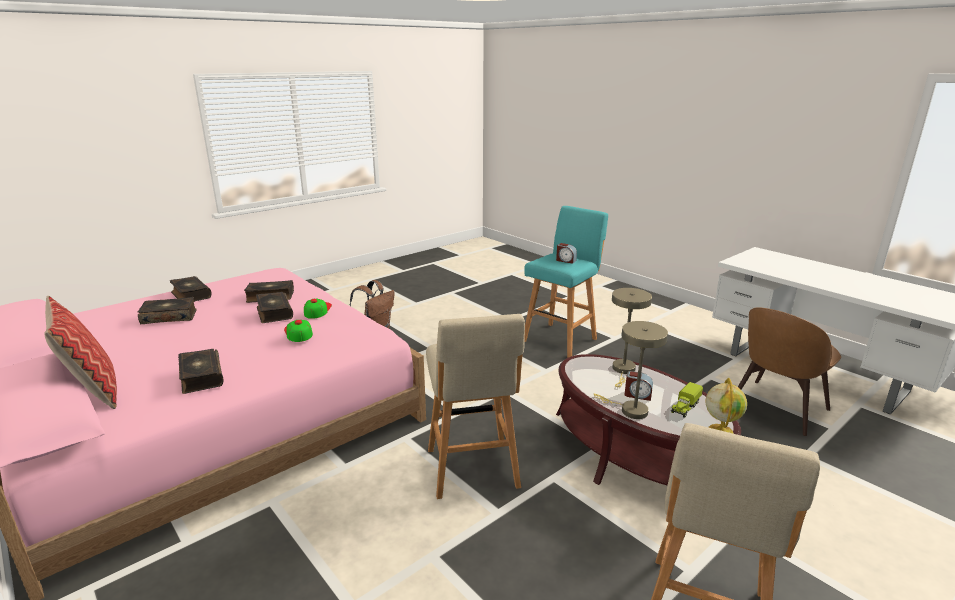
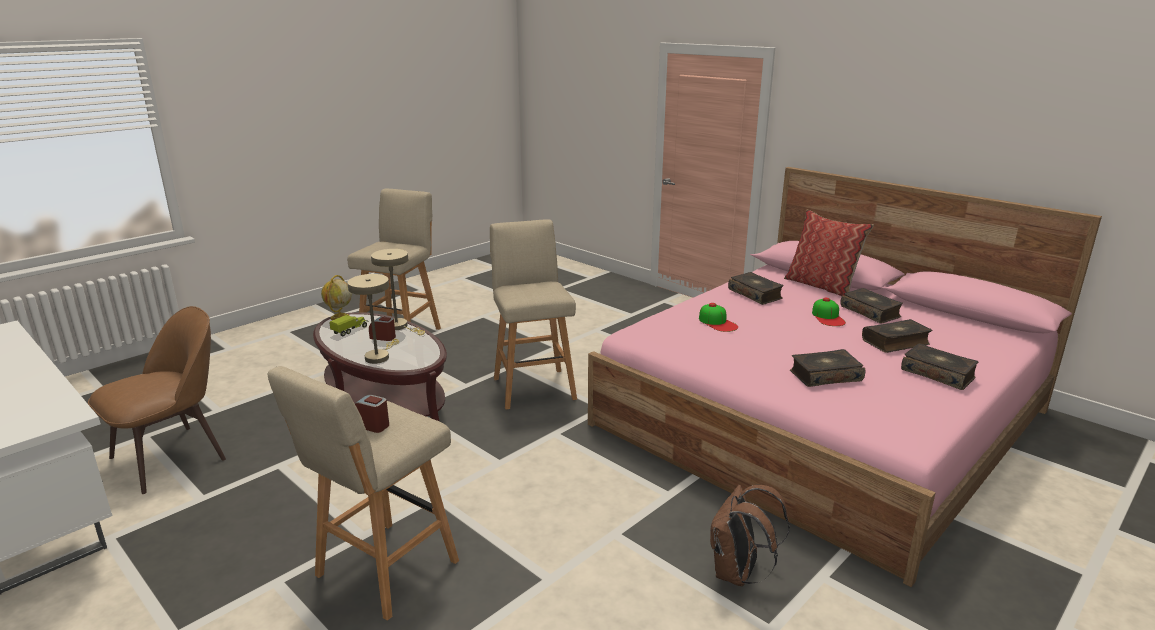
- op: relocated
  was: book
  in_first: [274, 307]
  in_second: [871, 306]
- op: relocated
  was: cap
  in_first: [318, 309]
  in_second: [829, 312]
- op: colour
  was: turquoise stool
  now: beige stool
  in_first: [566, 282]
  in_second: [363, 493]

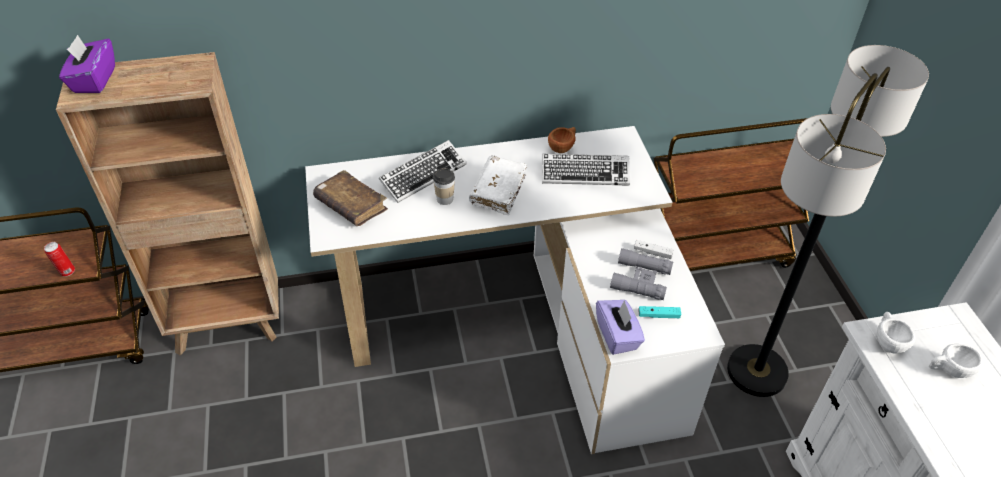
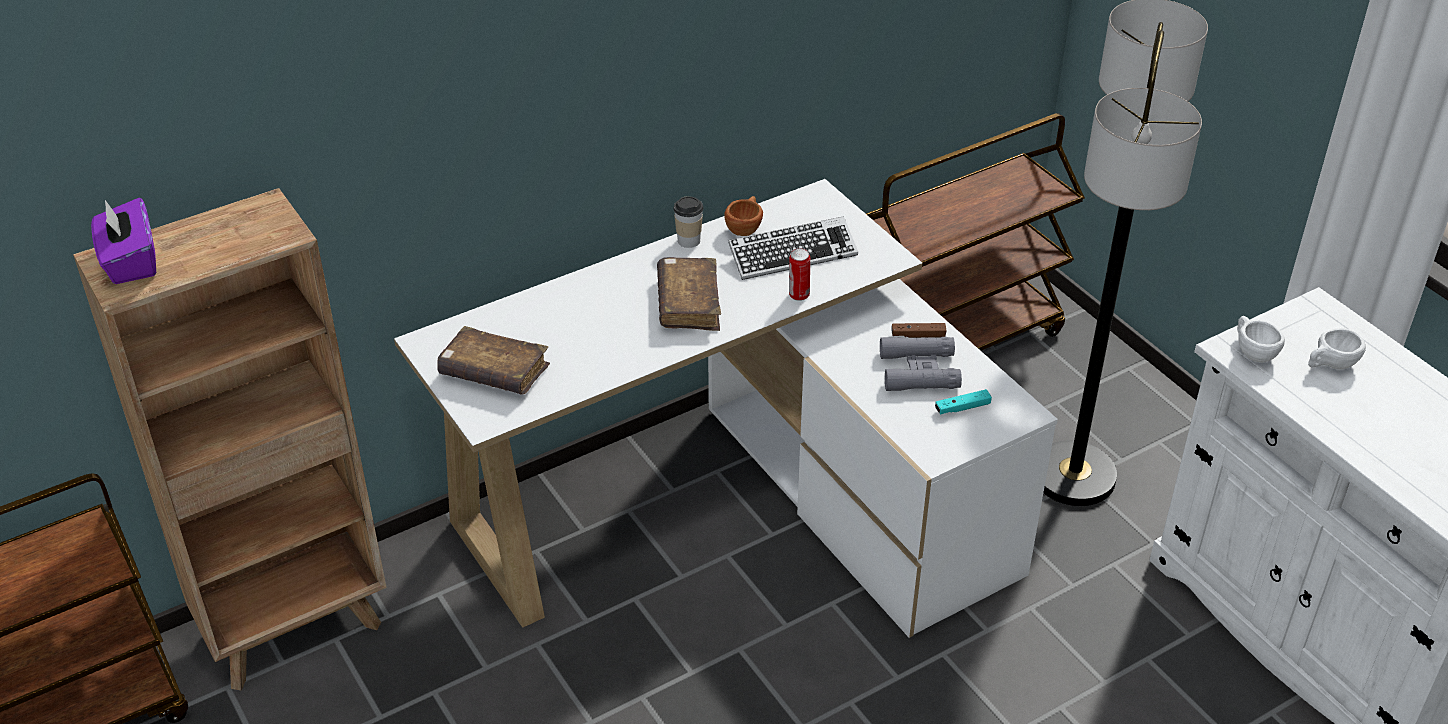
- op: relocated
  was: can
  in_first: [59, 259]
  in_second: [799, 274]
- op: missing
  was: keyboard
  in_first: [423, 171]
- op: relocated
  was: cup
  in_first: [444, 186]
  in_second: [688, 222]
- op: colour
  was: white book
  now: brown book
  in_first: [498, 185]
  in_second: [689, 294]
- op: missing
  was: purple tissue box
  in_first: [620, 327]
- op: colour
  was: white game controller
  now: brown game controller
  in_first: [654, 249]
  in_second: [919, 330]

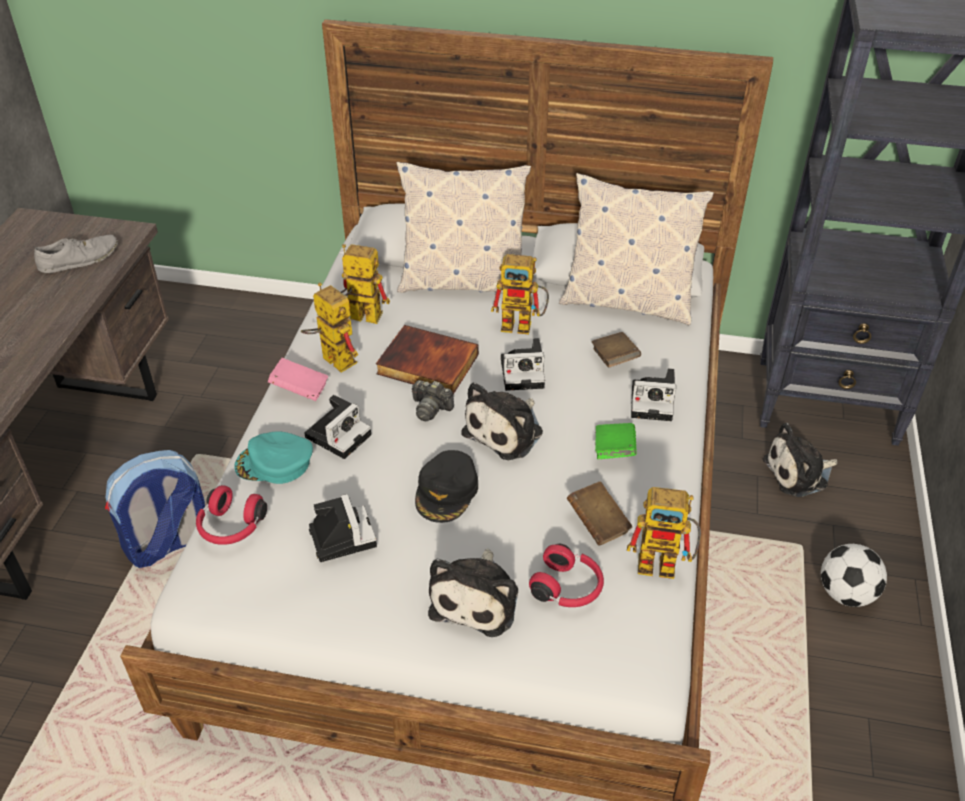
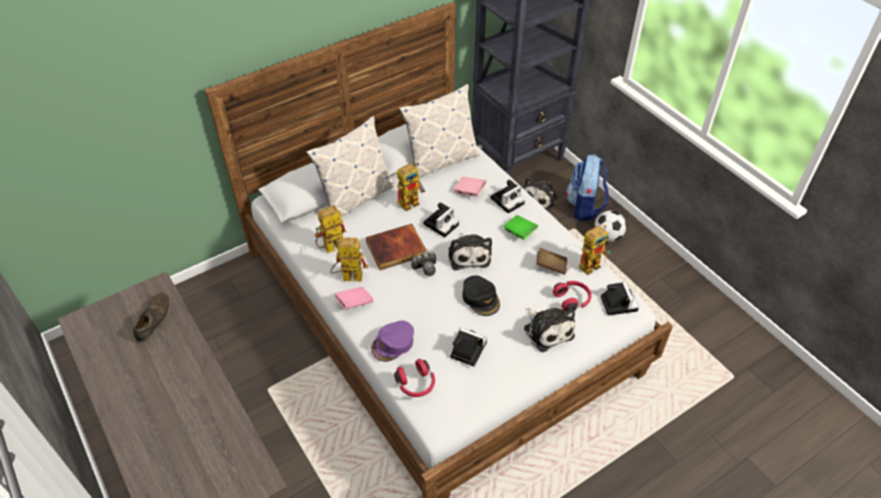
- op: colour
  was: grey shoe
  now: brown shoe
  in_first: [76, 254]
  in_second: [151, 317]
- op: relocated
  was: backpack
  in_first: [155, 509]
  in_second: [587, 187]
- op: colour
  was: turquoise cap
  now: purple cap
  in_first: [273, 457]
  in_second: [392, 341]
- op: relocated
  was: photo camera
  in_first: [337, 427]
  in_second: [620, 298]
- op: colour
  was: brown book
  now: pink book
  in_first: [616, 350]
  in_second: [470, 187]

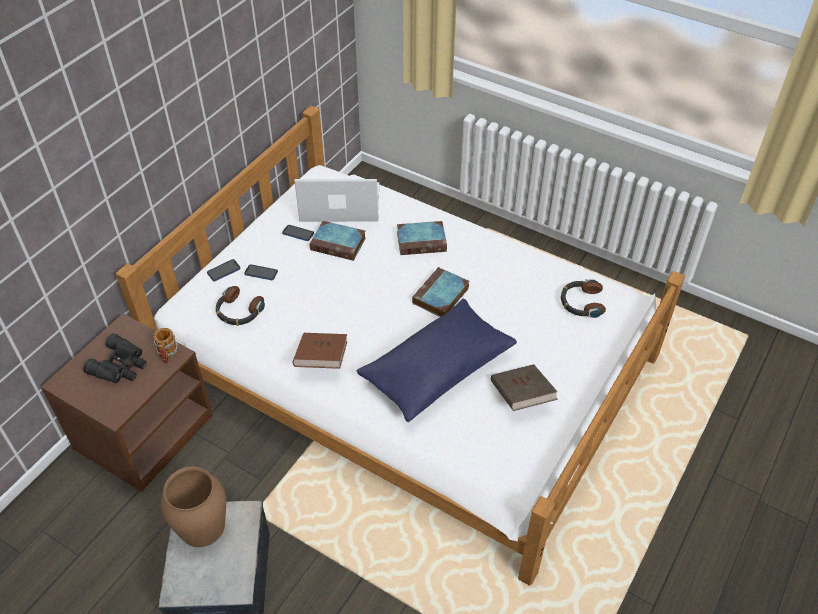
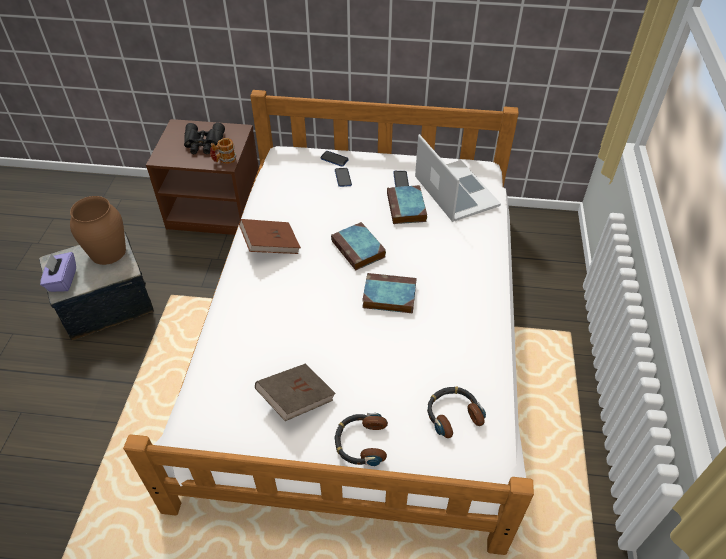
- op: relocated
  was: headphones
  in_first: [240, 306]
  in_second: [361, 439]
- op: missing
  was: blue pillow
  in_first: [437, 360]
- op: relocated
  was: book
  in_first: [422, 238]
  in_second: [358, 246]
- op: appeared
  now: purple tissue box
  in_second: [58, 272]

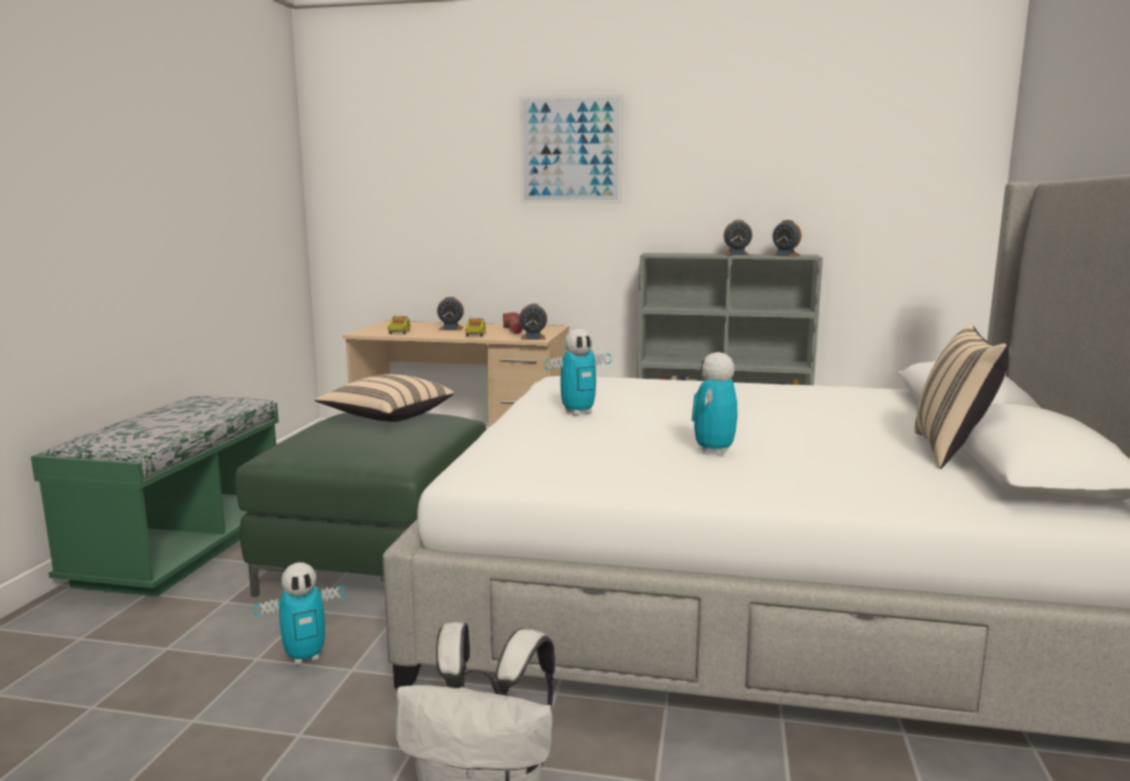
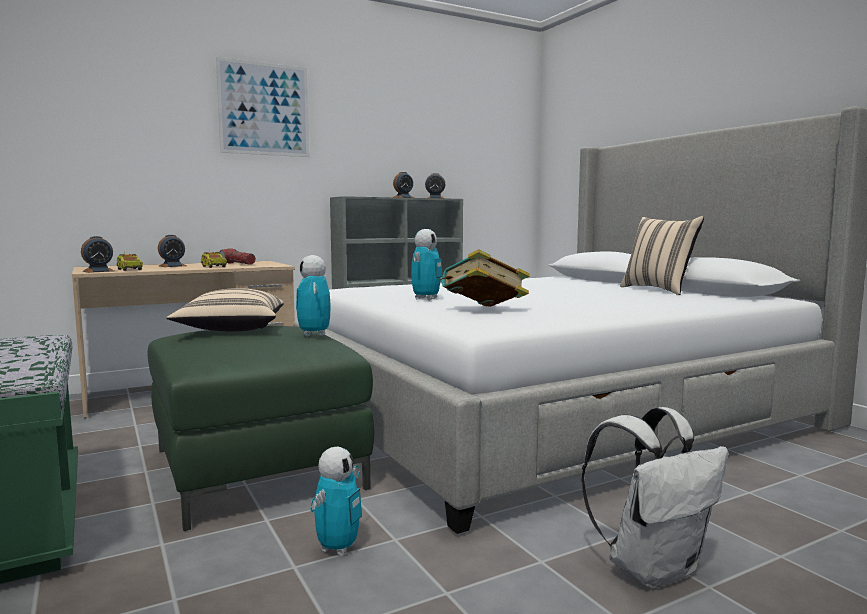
- op: relocated
  was: alarm clock
  in_first: [533, 321]
  in_second: [97, 254]
- op: relocated
  was: toy robot
  in_first: [714, 404]
  in_second: [313, 296]
- op: appeared
  now: book
  in_second: [485, 278]

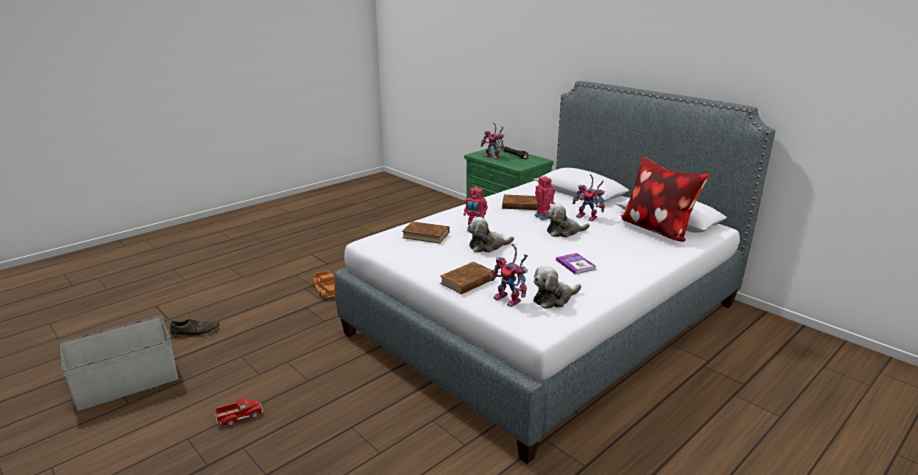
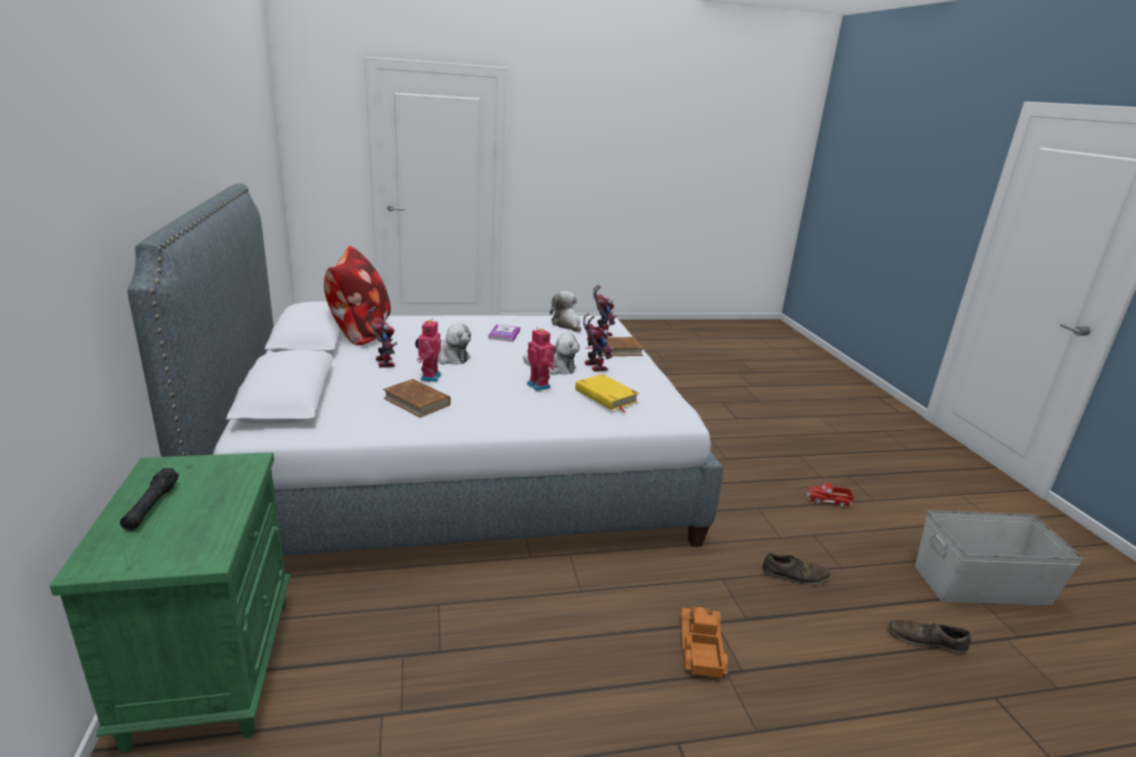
- op: colour
  was: brown book
  now: yellow book
  in_first: [426, 232]
  in_second: [607, 393]
- op: relocated
  was: toy robot
  in_first: [493, 140]
  in_second: [598, 342]
- op: spun
  was: plush toy
  in_first: [557, 287]
  in_second: [565, 311]
  clockwise: -120
- op: appeared
  now: brown shoe
  in_second: [796, 569]

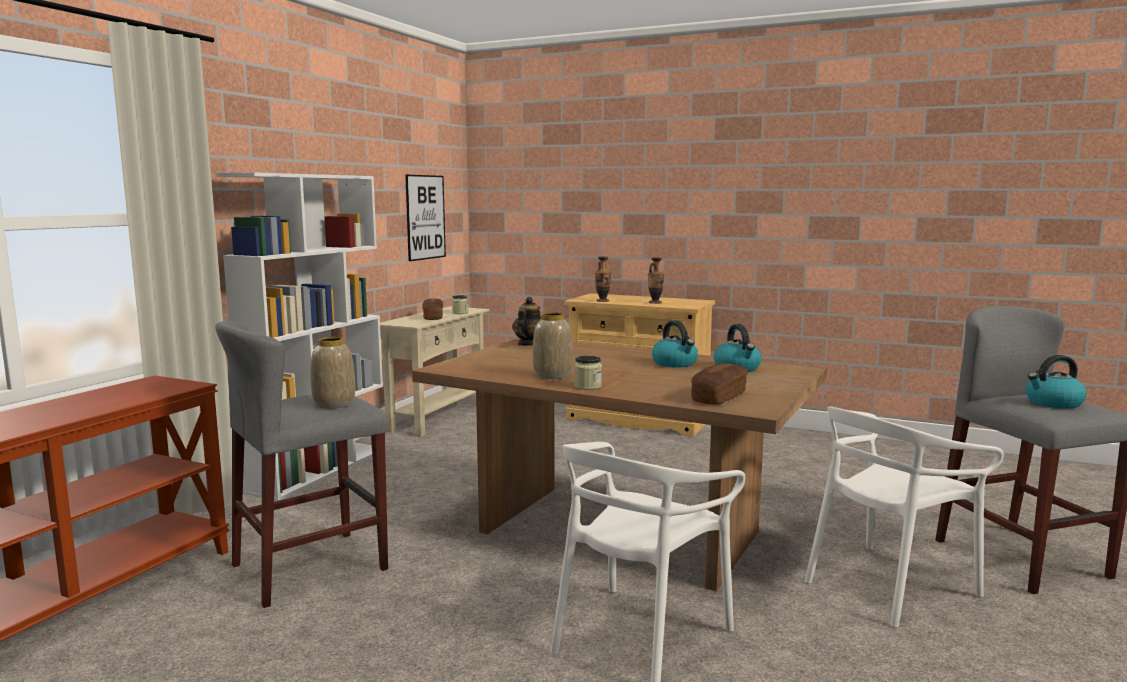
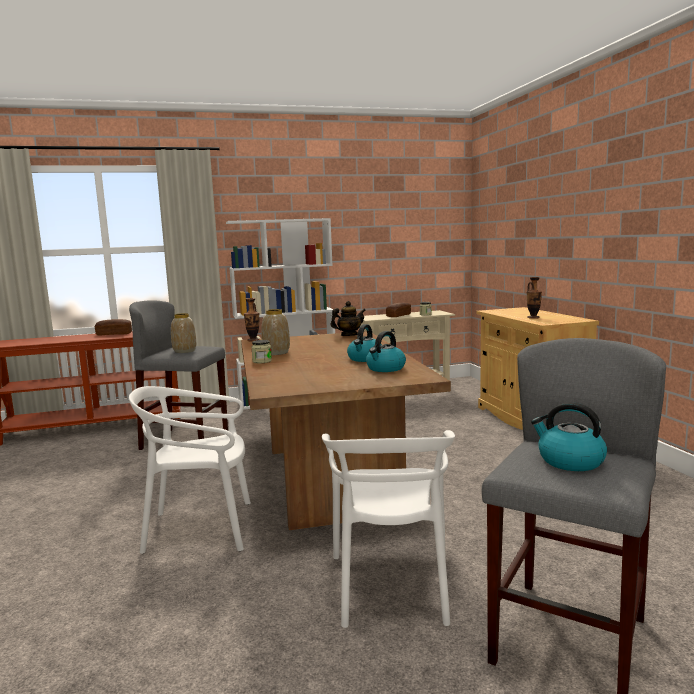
- op: missing
  was: picture
  in_first: [425, 218]
- op: relocated
  was: vase
  in_first: [603, 279]
  in_second: [251, 320]
- op: relocated
  was: bread
  in_first: [719, 384]
  in_second: [113, 327]
- op: spun
  was: white chair
  in_first: [904, 516]
  in_second: [388, 529]
  clockwise: -105

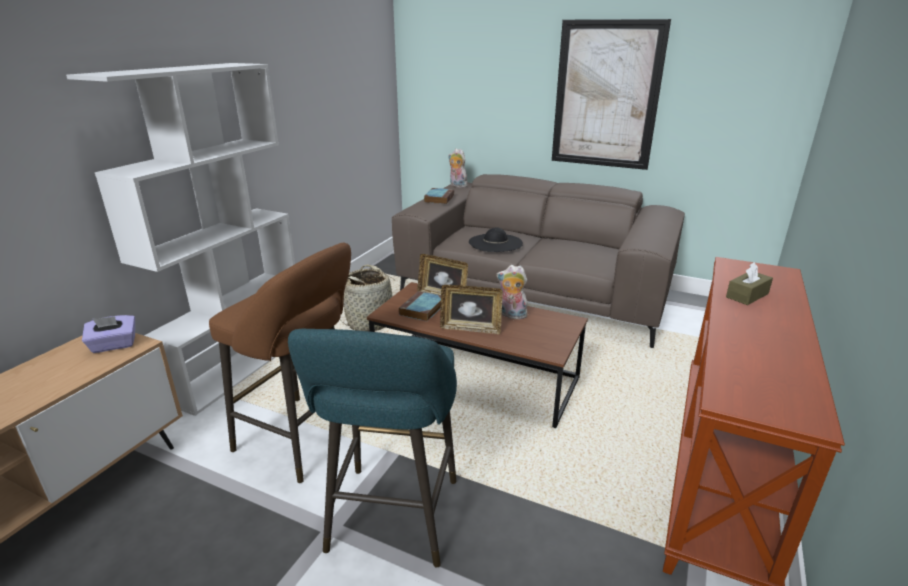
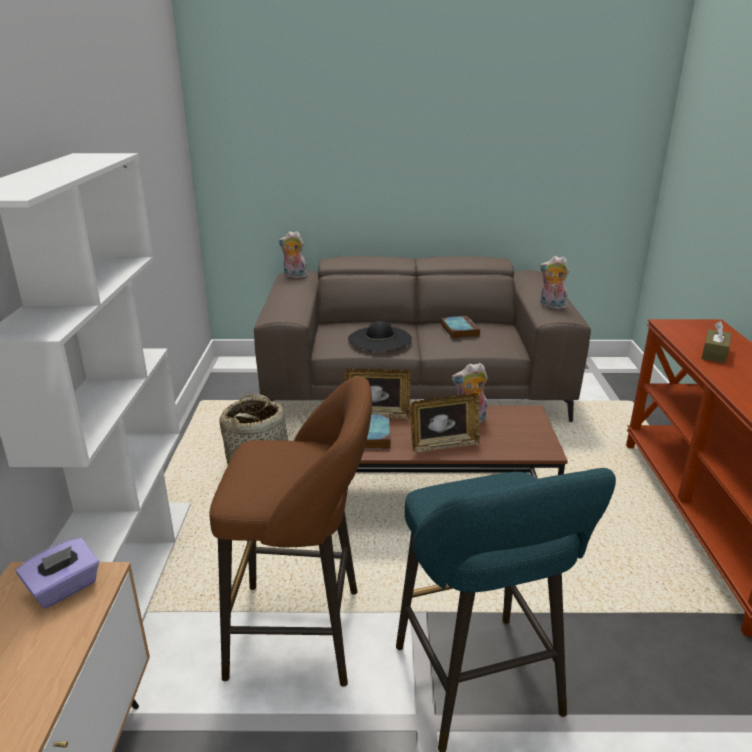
- op: relocated
  was: book
  in_first: [439, 196]
  in_second: [460, 327]
- op: missing
  was: picture
  in_first: [611, 94]
- op: appeared
  now: plush toy
  in_second: [554, 282]

